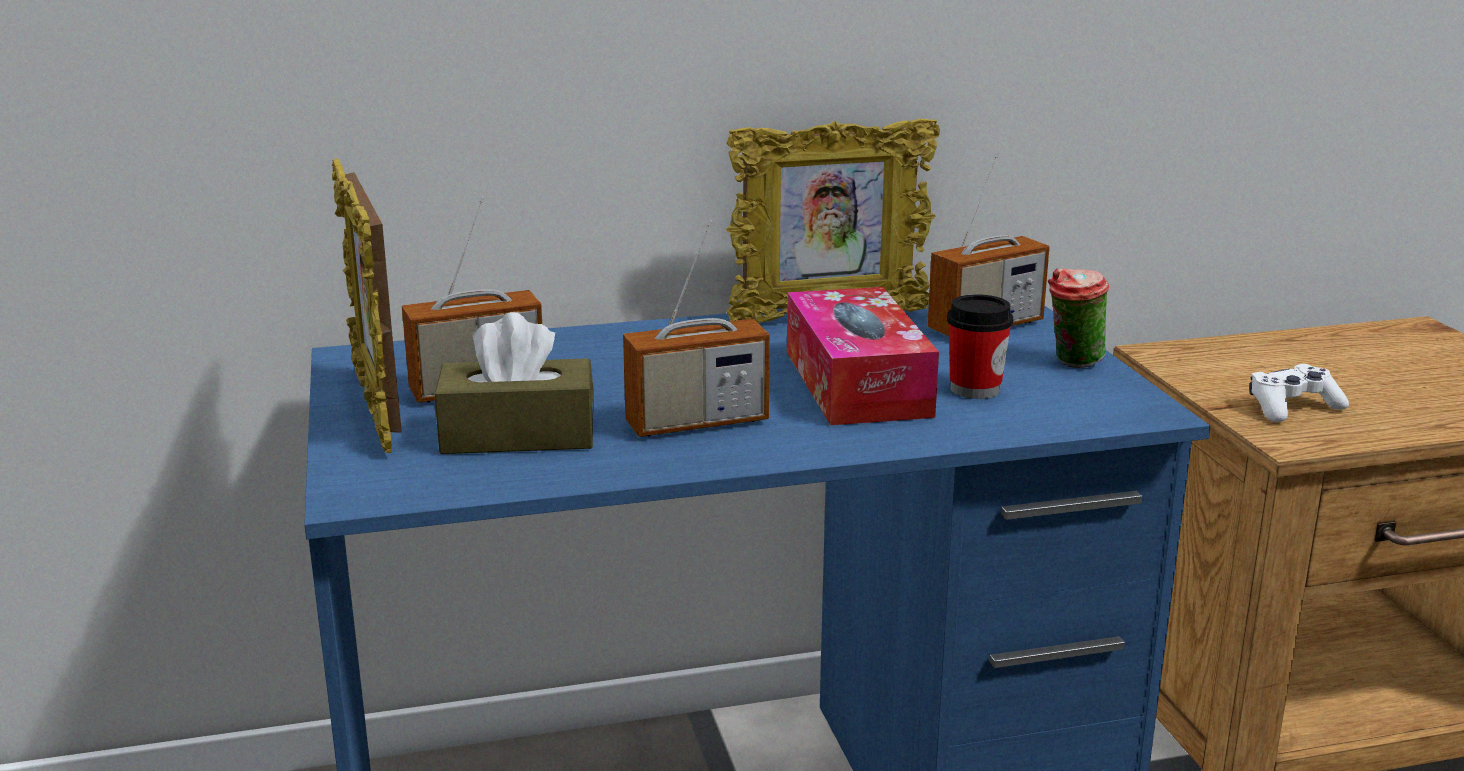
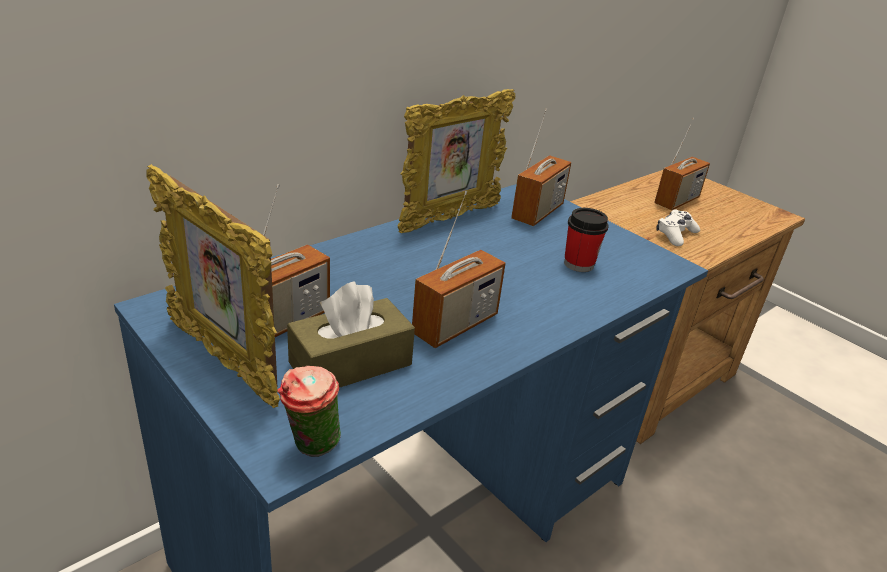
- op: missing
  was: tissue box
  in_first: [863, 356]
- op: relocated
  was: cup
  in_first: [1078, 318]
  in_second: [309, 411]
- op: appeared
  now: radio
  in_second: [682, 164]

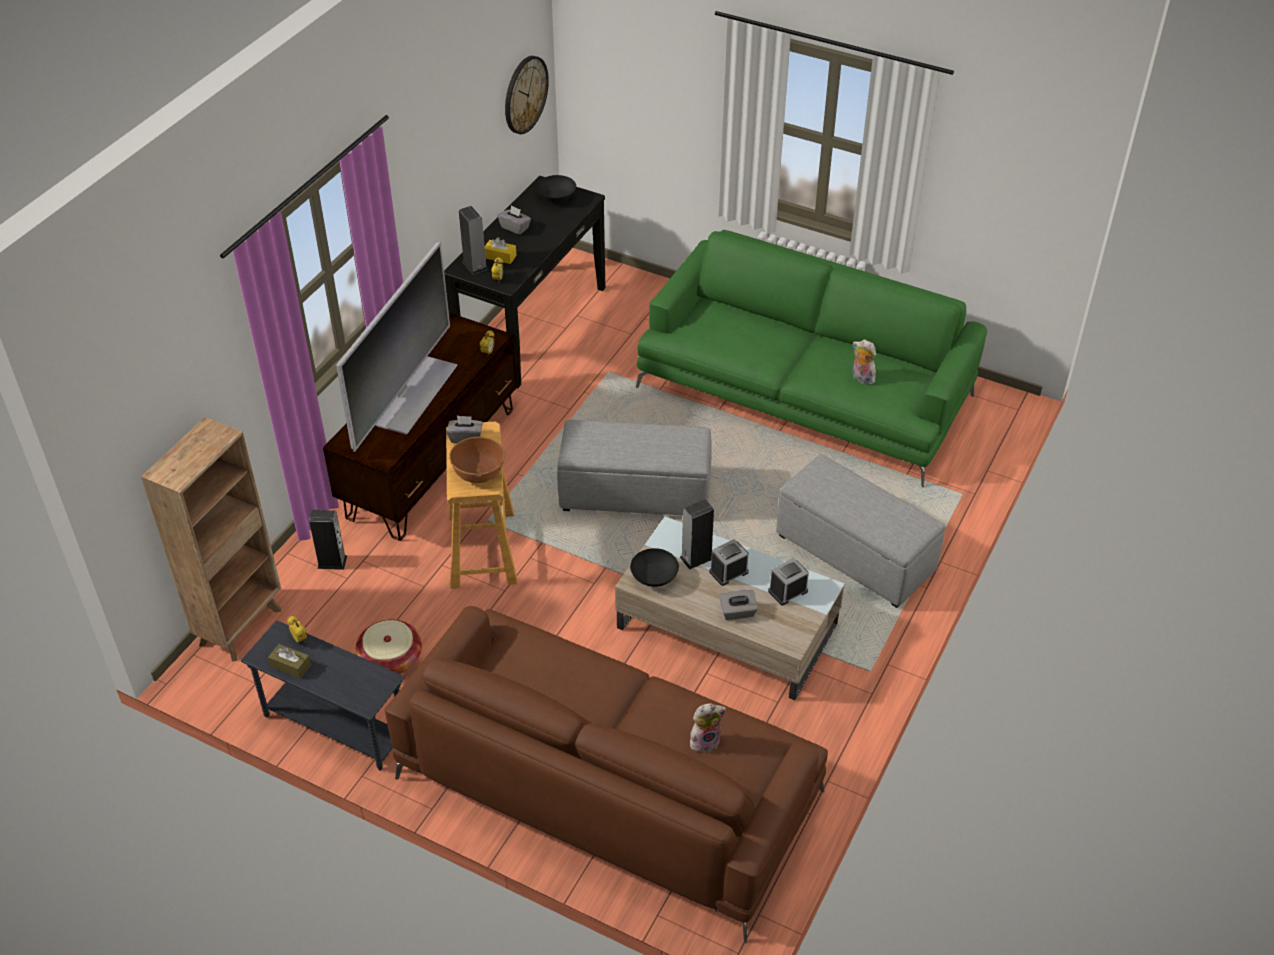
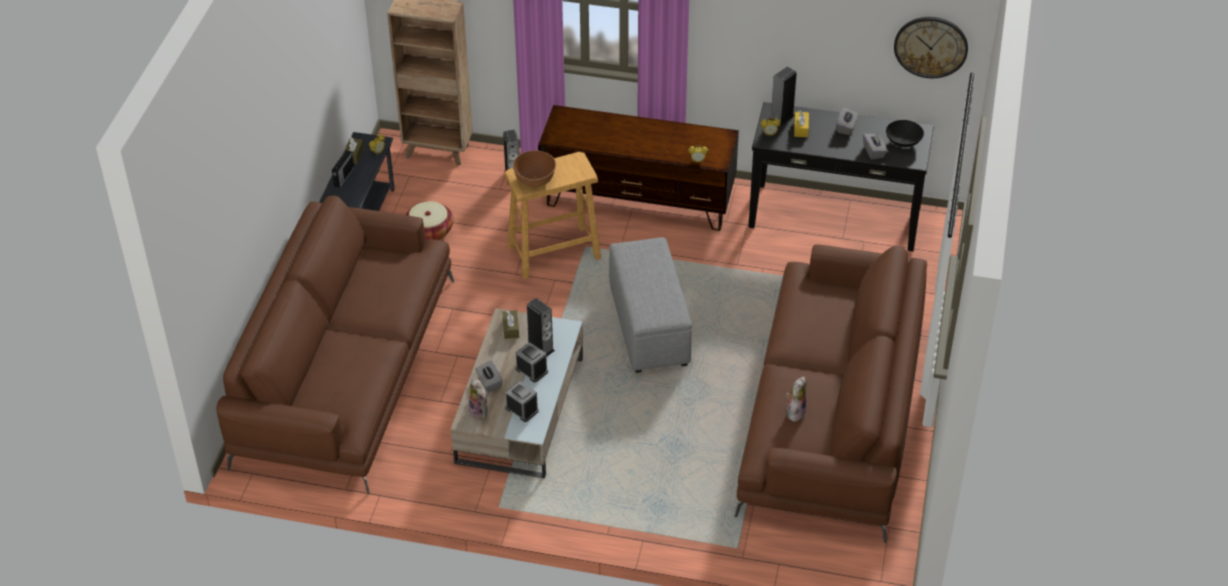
- op: missing
  was: television
  in_first: [397, 346]
- op: relocated
  was: grey tissue box
  in_first: [464, 430]
  in_second: [875, 146]
- op: exchanged
  was: black bowl
  now: brown tissue box
  in_first: [654, 567]
  in_second: [510, 324]
- op: colour
  was: green sofa
  now: brown sofa
  in_first: [811, 359]
  in_second: [830, 394]
- op: relocated
  was: plush toy
  in_first: [708, 728]
  in_second: [478, 399]
- op: missing
  was: grey ottoman
  in_first: [860, 531]
- op: appeared
  now: radio
  in_second: [343, 168]

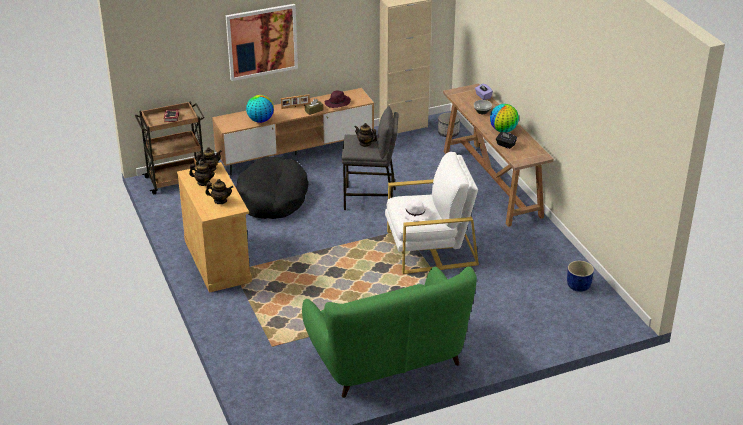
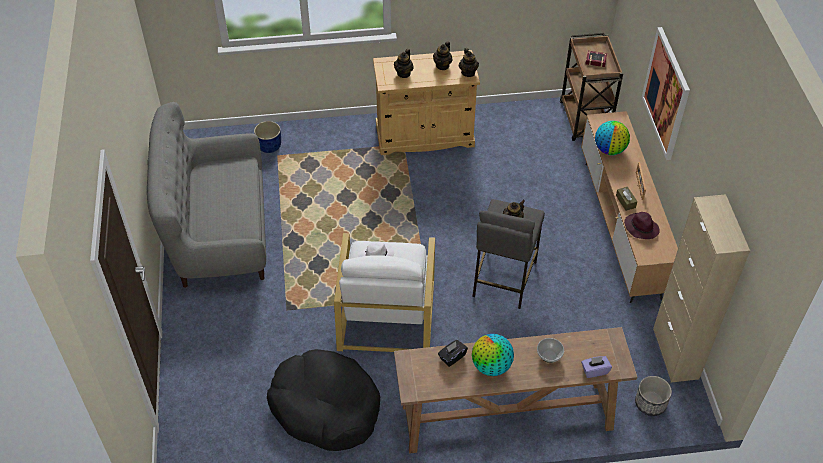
- op: relocated
  was: black dog bed
  in_first: [272, 187]
  in_second: [323, 400]
- op: colour
  was: green sofa
  now: grey sofa
  in_first: [389, 332]
  in_second: [206, 195]
- op: relocated
  was: blue planter
  in_first: [580, 276]
  in_second: [267, 137]

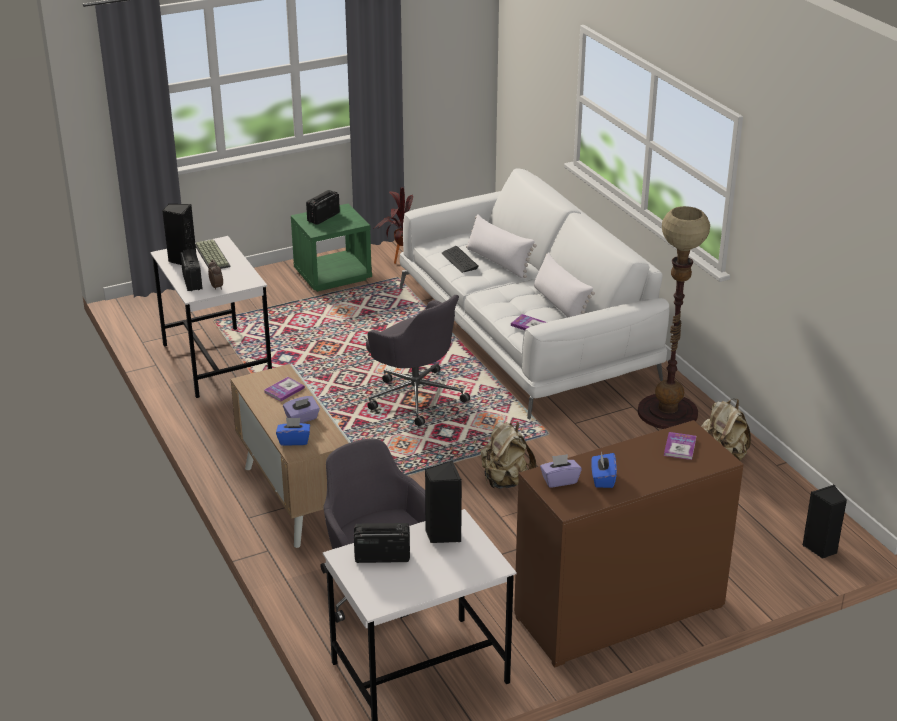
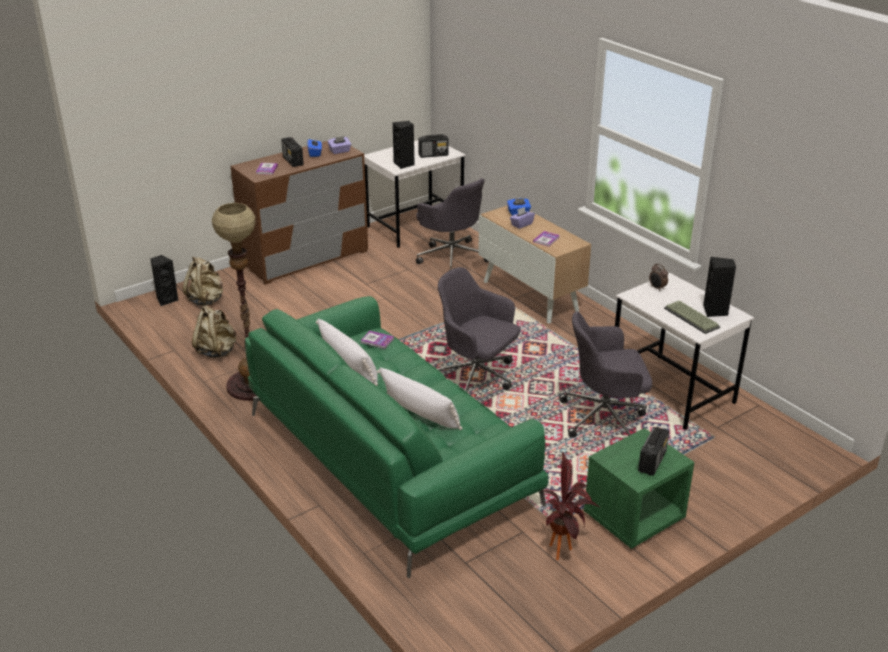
- op: relocated
  was: radio
  in_first: [191, 270]
  in_second: [292, 152]
- op: colour
  was: white sofa
  now: green sofa
  in_first: [534, 293]
  in_second: [396, 437]
- op: missing
  was: keyboard
  in_first: [460, 259]
- op: relocated
  was: beige backpack
  in_first: [508, 455]
  in_second: [203, 281]
- op: appeared
  now: grey office chair
  in_second: [605, 374]

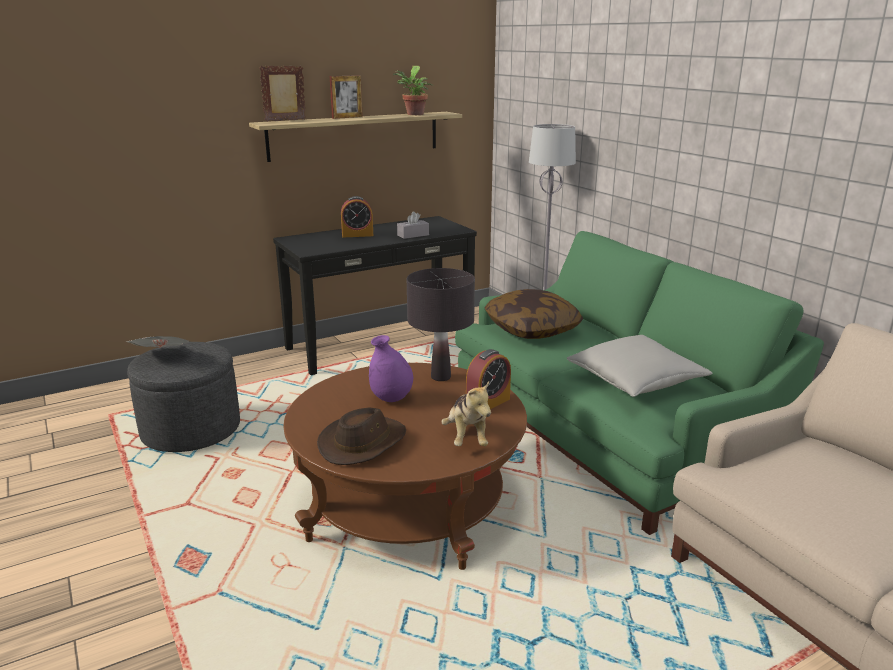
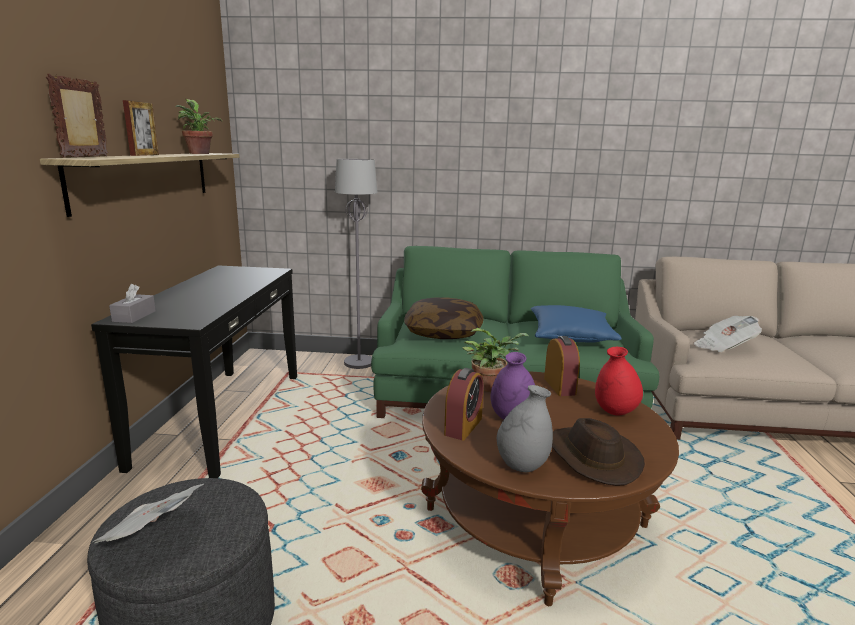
- op: relocated
  was: alarm clock
  in_first: [357, 216]
  in_second: [464, 404]
- op: relocated
  was: grey tissue box
  in_first: [413, 225]
  in_second: [132, 303]
- op: exchanged
  was: black table lamp
  now: potted plant
  in_first: [441, 324]
  in_second: [495, 360]
- op: exchanged
  was: plush toy
  now: red vase
  in_first: [466, 414]
  in_second: [619, 381]
- op: colour
  was: grey pillow
  now: blue pillow
  in_first: [639, 366]
  in_second: [576, 323]
- op: appeared
  now: grey vase
  in_second: [525, 428]
- op: appeared
  now: newspaper
  in_second: [728, 334]

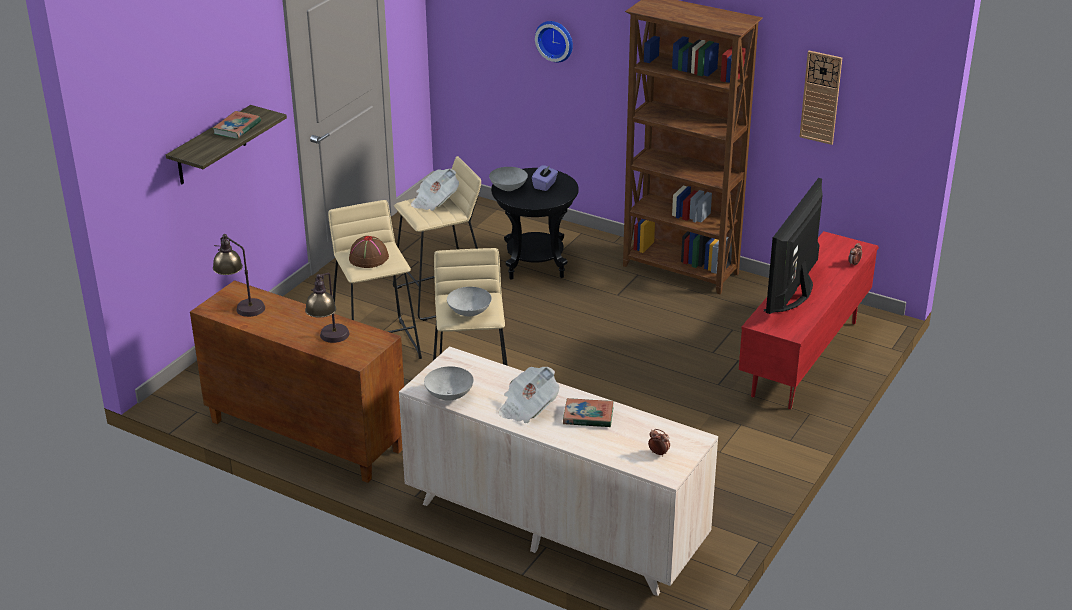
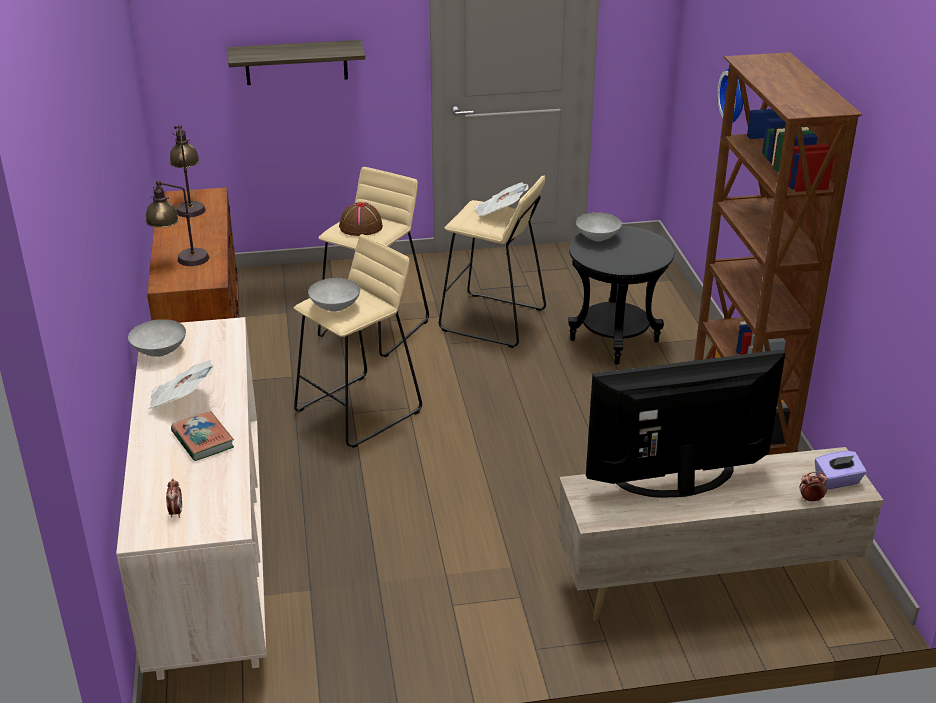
- op: missing
  was: book
  in_first: [237, 125]
- op: relocated
  was: purple tissue box
  in_first: [545, 177]
  in_second: [841, 470]
- op: colour
  was: red tv stand
  now: beige tv stand
  in_first: [809, 320]
  in_second: [721, 534]
- op: missing
  was: wall clock
  in_first: [821, 98]

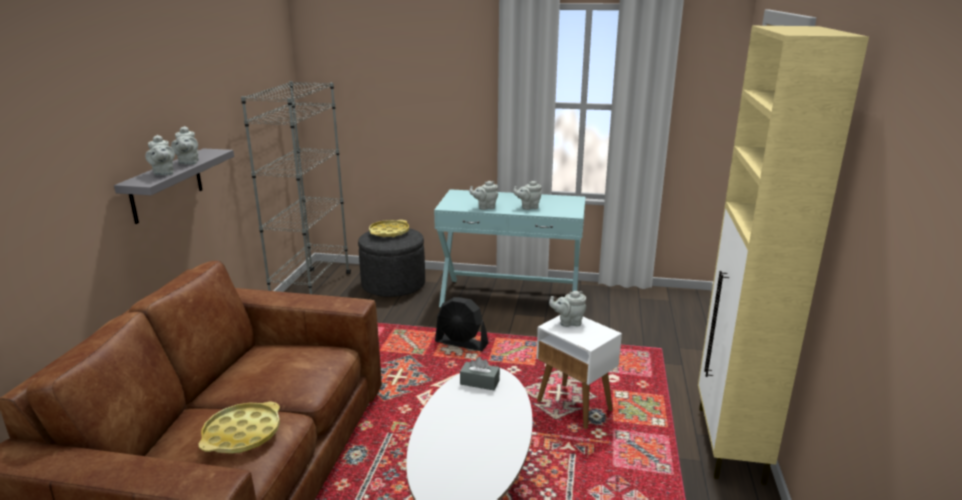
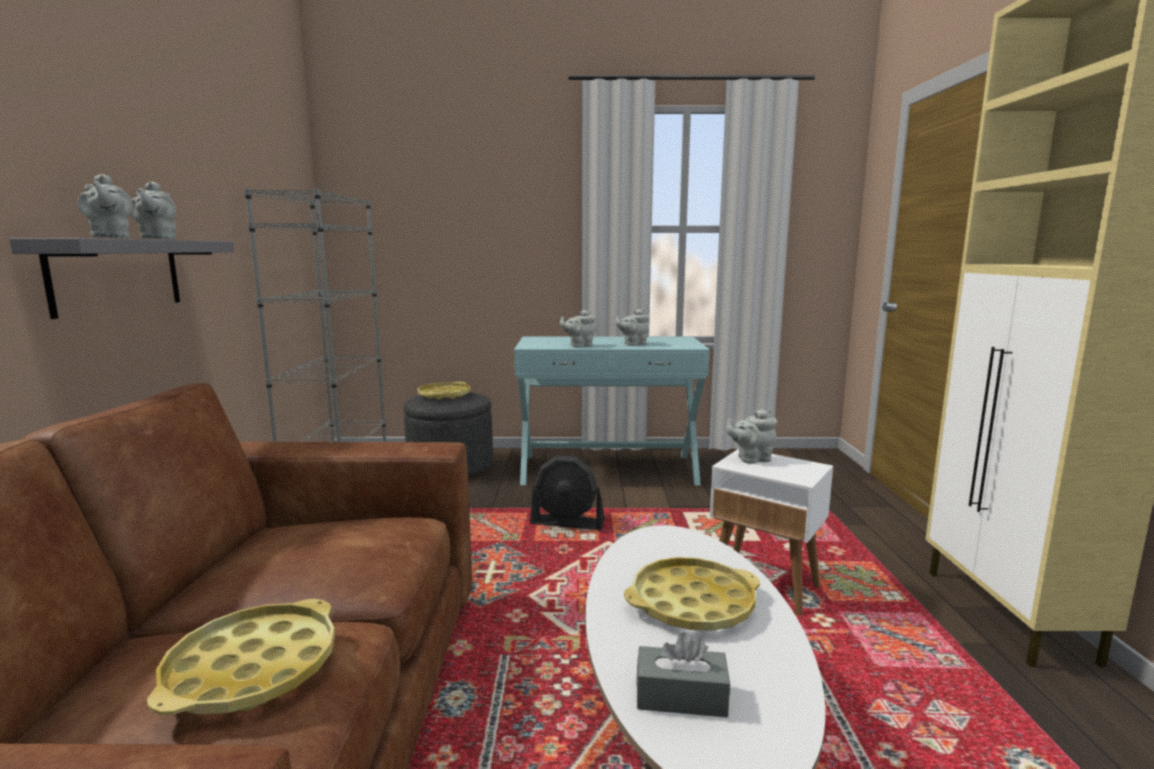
- op: relocated
  was: grey tissue box
  in_first: [480, 373]
  in_second: [683, 674]
- op: appeared
  now: yellow tray
  in_second: [692, 594]

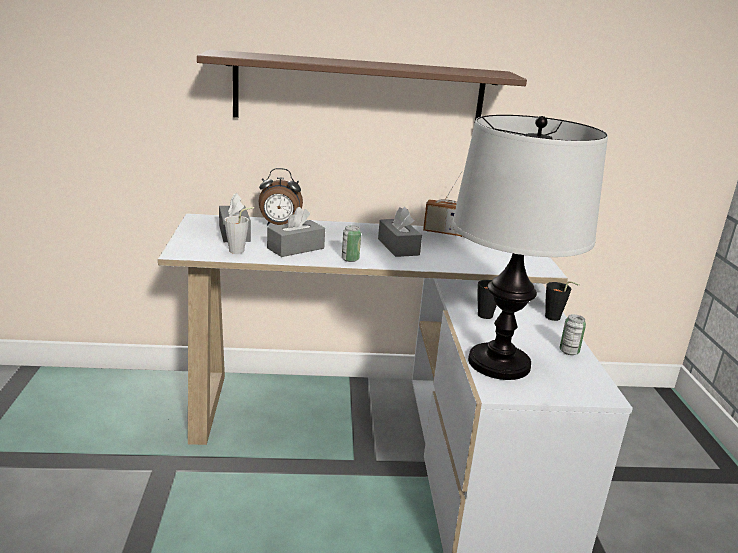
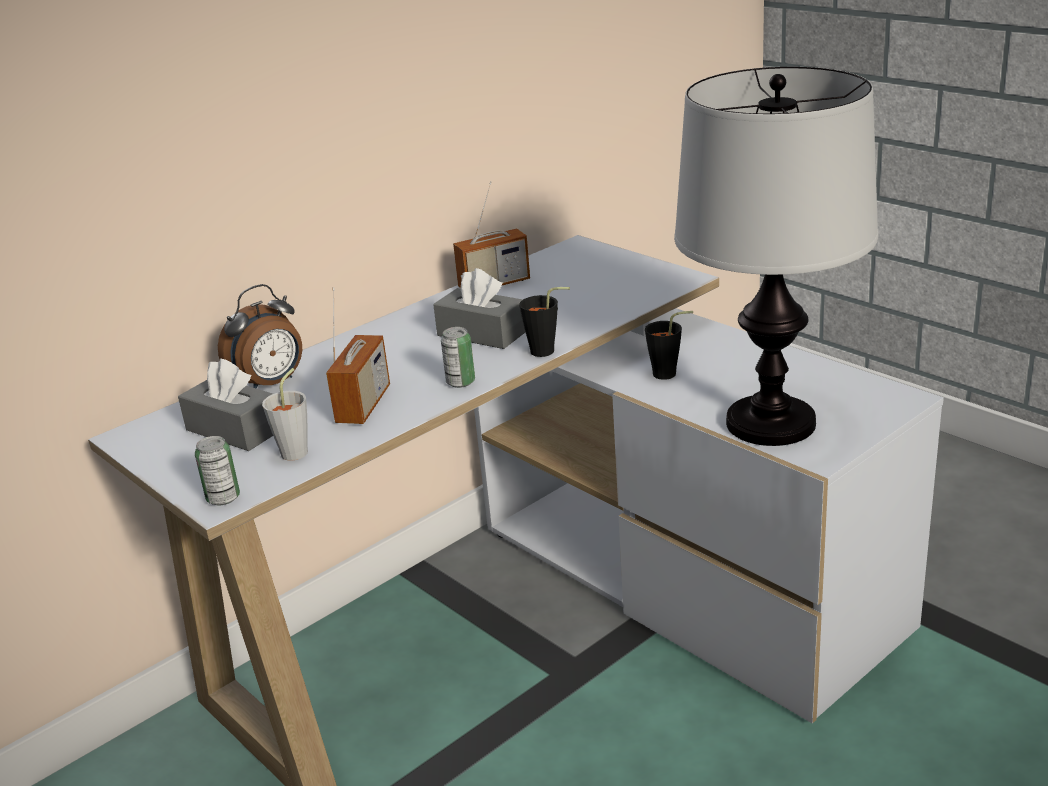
- op: missing
  was: brown shelf
  in_first: [362, 87]
- op: exchanged
  was: grey tissue box
  now: radio
  in_first: [296, 232]
  in_second: [358, 355]
- op: relocated
  was: black cup
  in_first: [562, 301]
  in_second: [544, 322]
- op: relocated
  was: can
  in_first: [573, 334]
  in_second: [217, 470]

